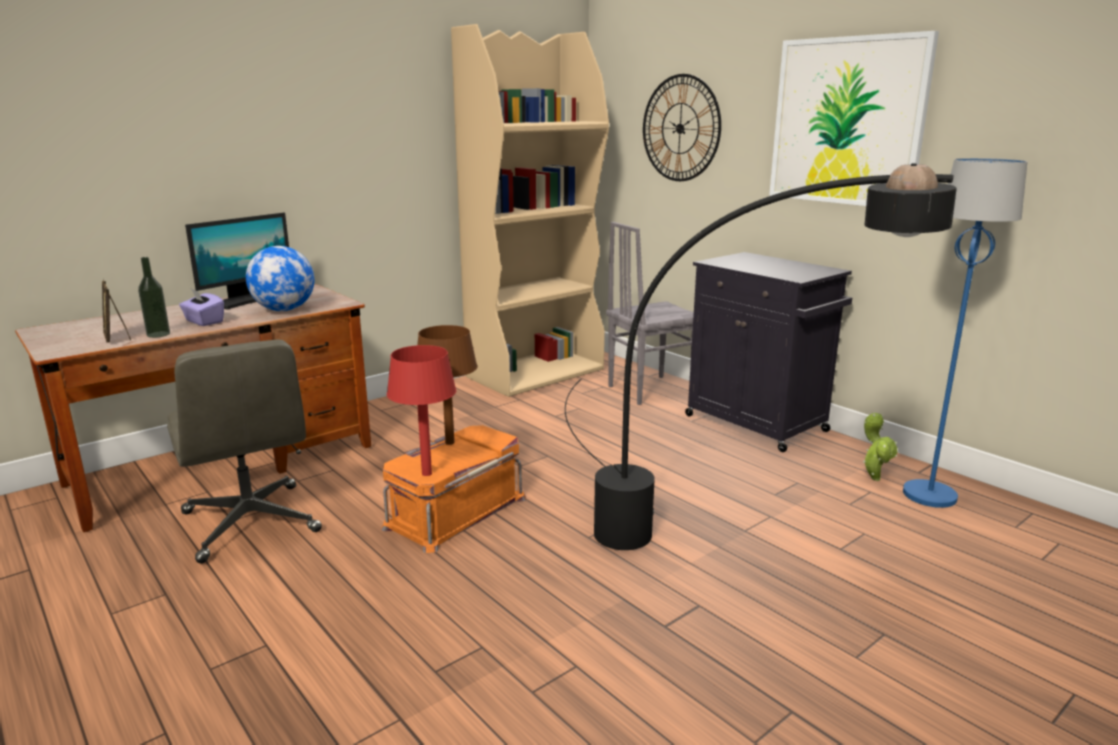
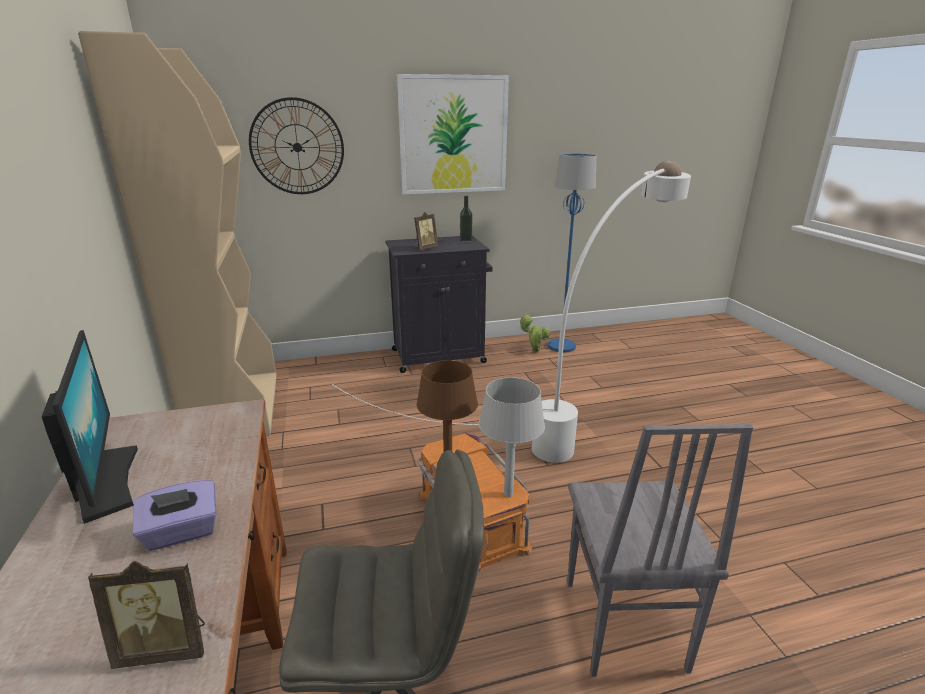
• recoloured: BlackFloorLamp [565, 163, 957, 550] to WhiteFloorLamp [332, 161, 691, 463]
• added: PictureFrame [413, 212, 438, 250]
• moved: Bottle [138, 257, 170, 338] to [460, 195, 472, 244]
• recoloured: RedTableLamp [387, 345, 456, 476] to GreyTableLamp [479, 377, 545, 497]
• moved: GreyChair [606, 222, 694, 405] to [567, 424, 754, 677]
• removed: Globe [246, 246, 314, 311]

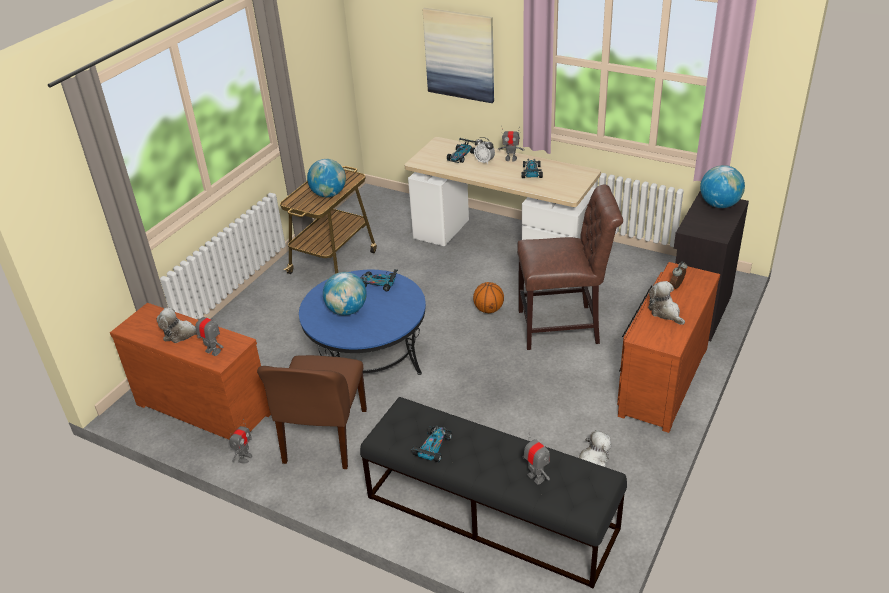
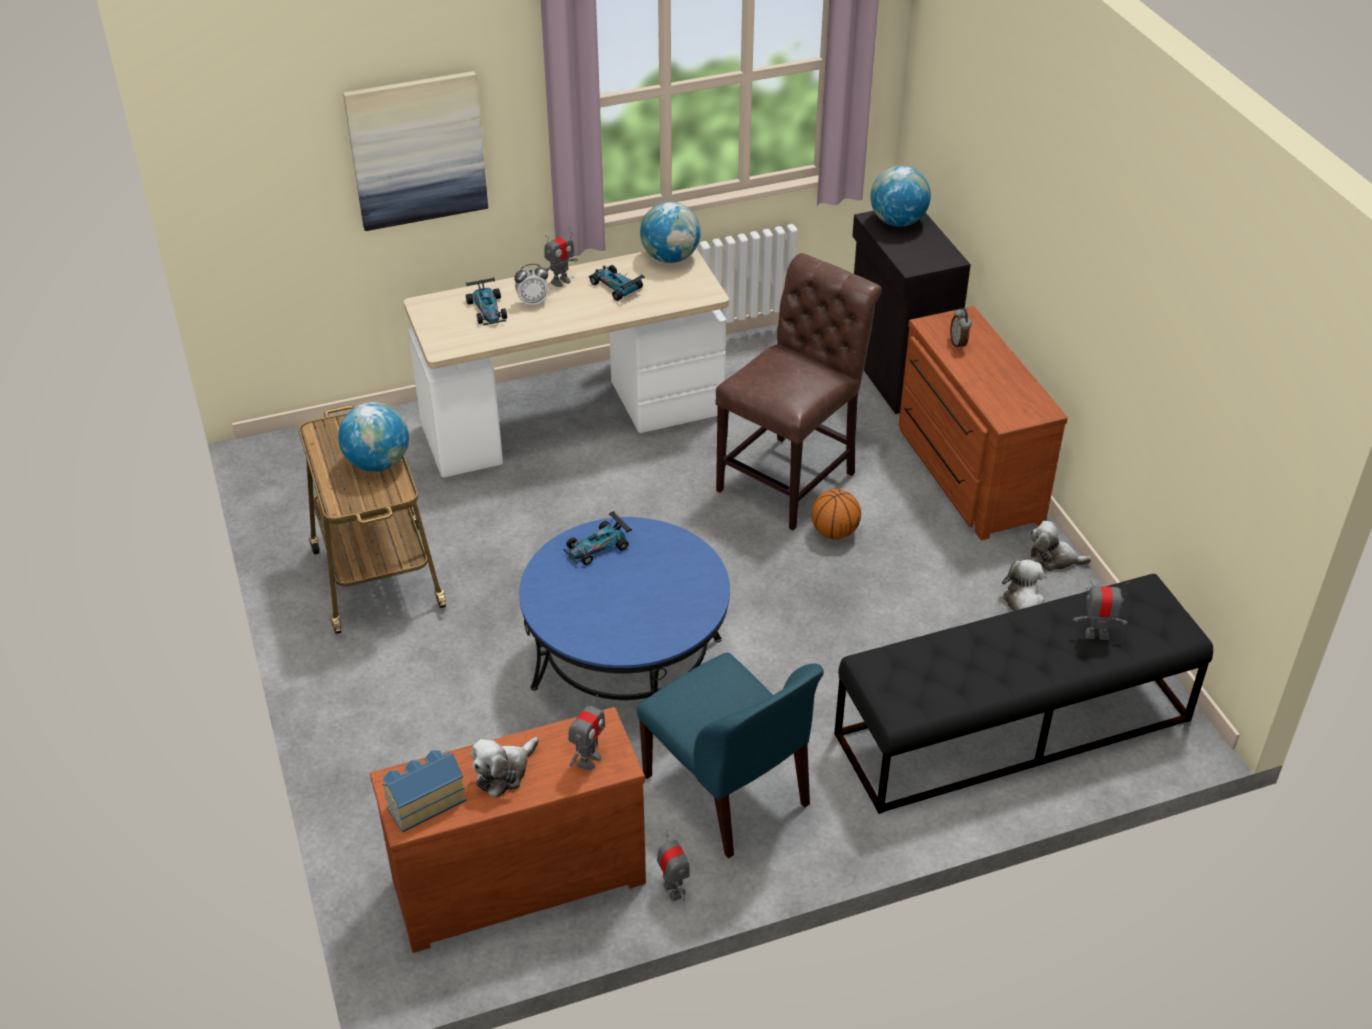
• added: ToyHouse [382, 750, 466, 832]
• turned: ToyRobot [195, 312, 223, 356] = [568, 694, 605, 770] 135 degrees clockwise
• recoloured: BrownChair [257, 355, 367, 469] to BlueChair [637, 653, 824, 858]
• moved: Globe [323, 272, 367, 315] to [640, 202, 701, 263]
• moved: Basketball [473, 282, 504, 313] to [811, 489, 861, 540]
• moved: PlushToy [648, 281, 685, 325] to [1030, 521, 1091, 571]
• removed: ToyCar [411, 425, 452, 462]

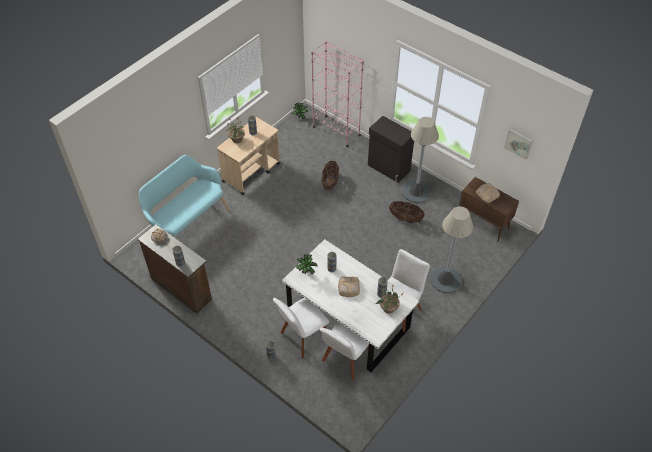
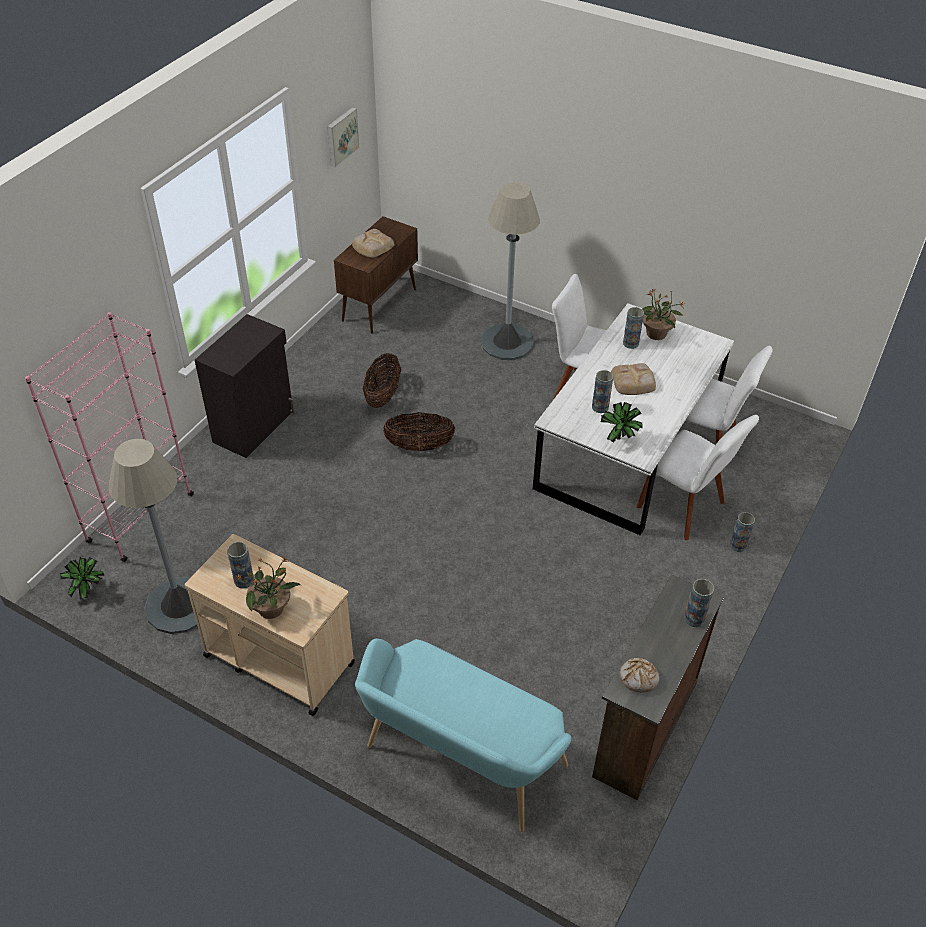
• moved: GreyFloorLamp [402, 117, 439, 203] to [109, 439, 198, 634]
• moved: Basket [322, 161, 339, 190] to [383, 412, 455, 451]

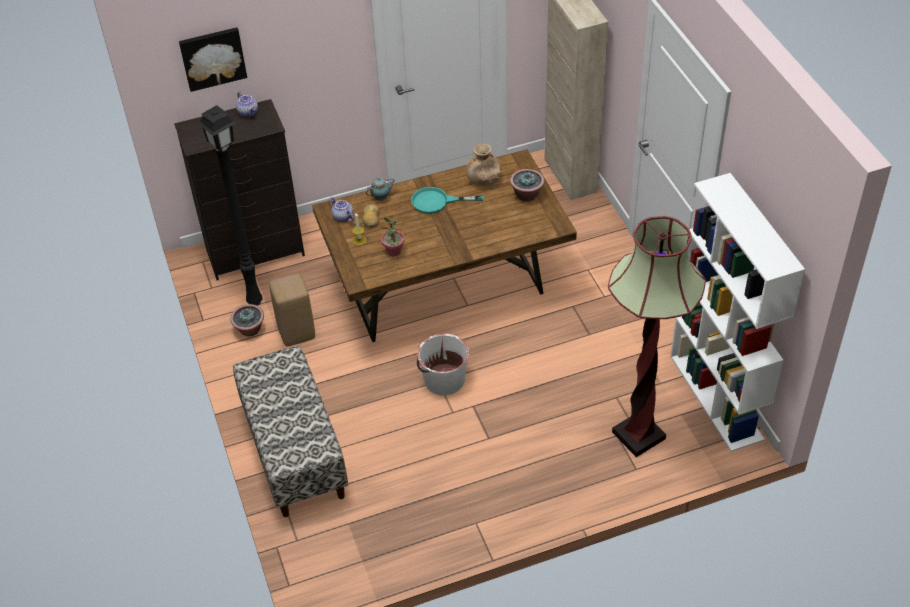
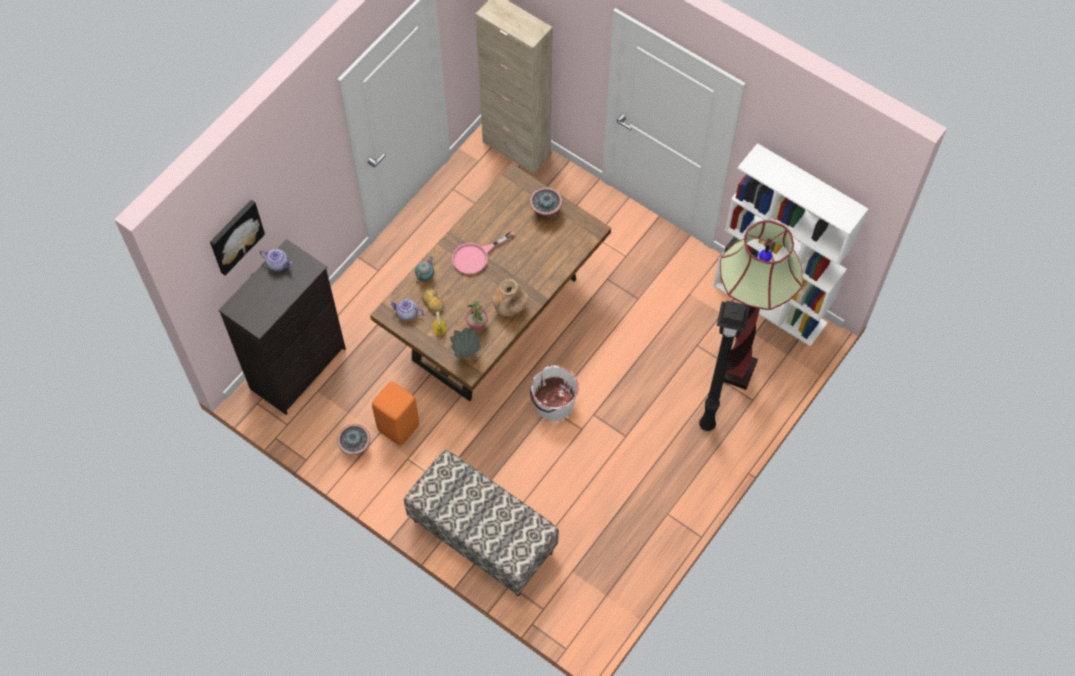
• recoloured: BeigeStool [269, 274, 315, 346] to OrangeStool [372, 382, 419, 445]
• added: GreyVase [450, 328, 481, 358]
• recoloured: TurquoiseFryingPan [411, 187, 484, 214] to PinkFryingPan [452, 231, 515, 274]
• moved: BrownVase [466, 144, 501, 187] to [491, 279, 529, 316]
• moved: BlackFloorLamp [197, 105, 263, 305] to [699, 301, 750, 431]

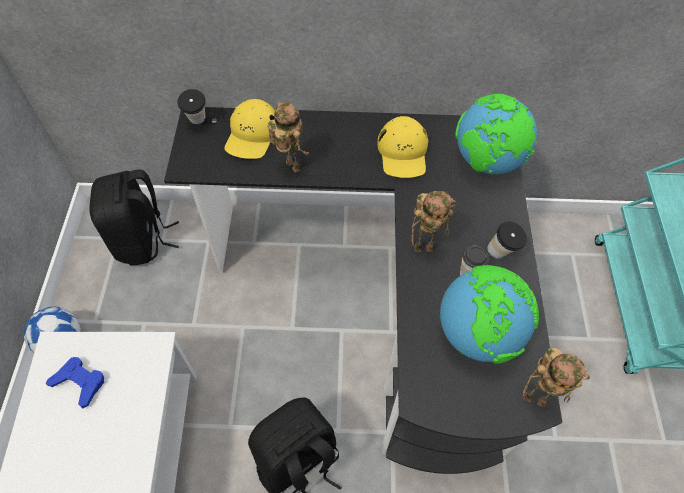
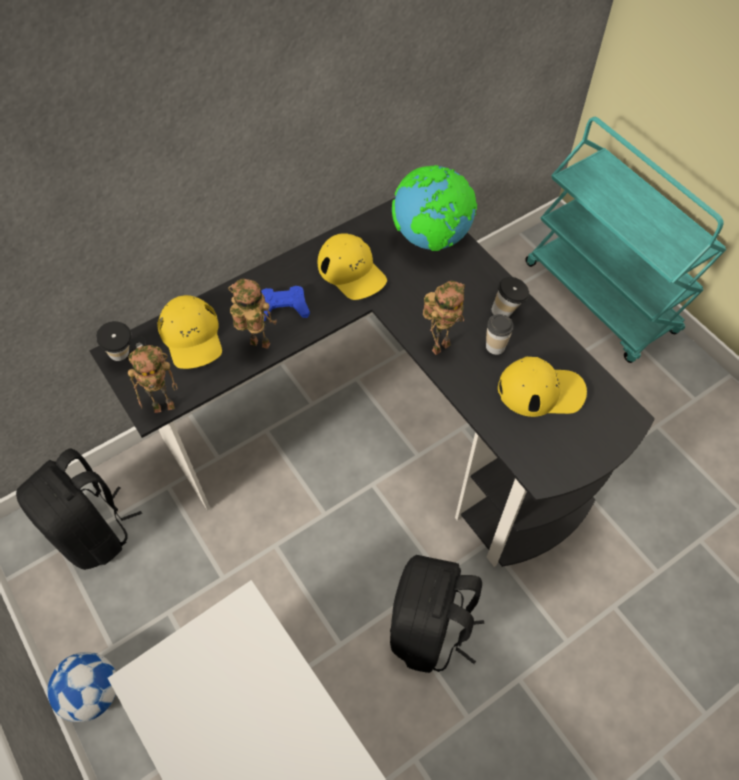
• moved: ToyRobot [523, 348, 590, 407] to [128, 345, 178, 413]
• moved: BlueGameController [46, 357, 104, 408] to [261, 286, 310, 321]
• replaced: Globe [440, 265, 539, 364] to YellowCap [498, 357, 587, 417]

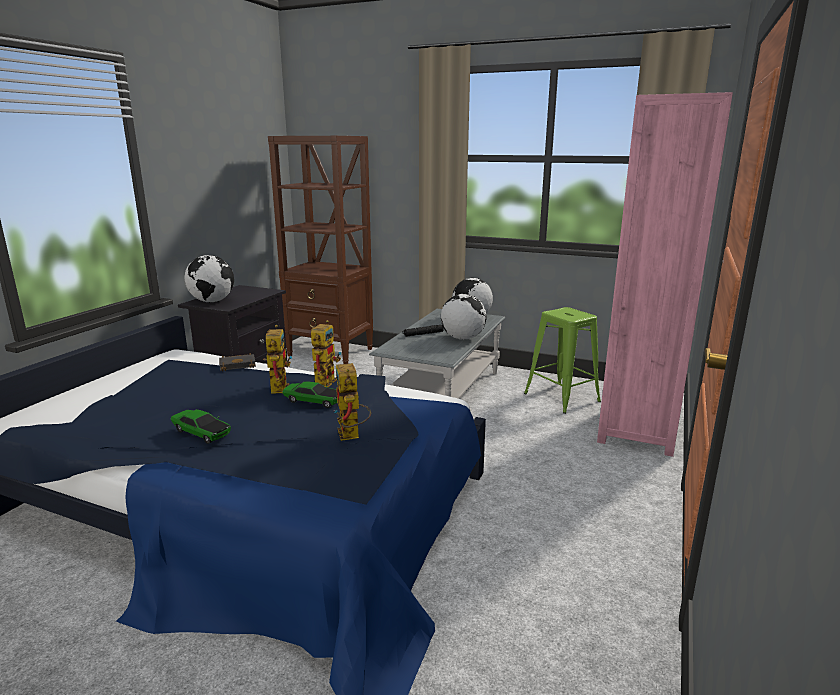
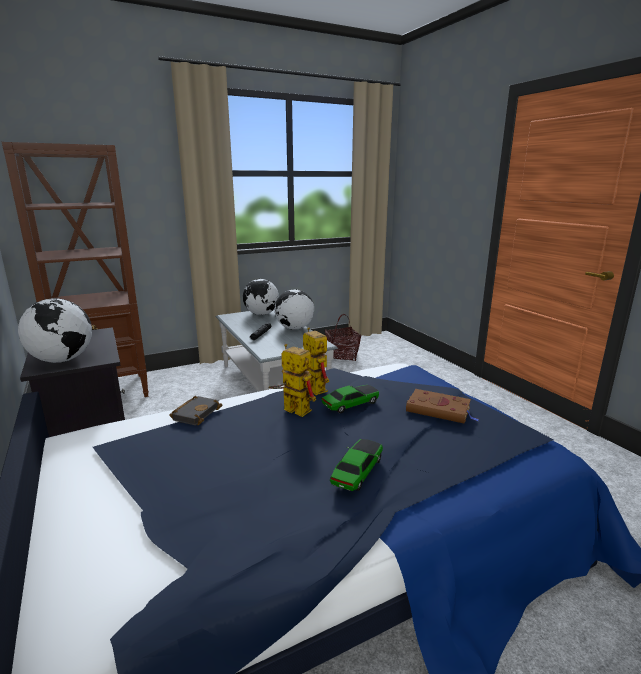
• replaced: GreenStool [524, 307, 601, 414] to Basket [325, 314, 361, 361]
• turned: ToyCar [171, 409, 231, 444] = [330, 439, 383, 491] 45 degrees counterclockwise
• replaced: ToyRobot [334, 363, 371, 441] to BrownBook [406, 389, 478, 423]
• removed: PinkBookcase [597, 92, 733, 457]

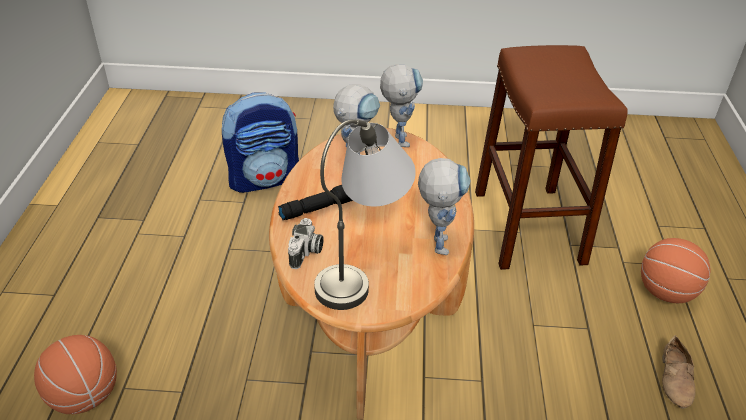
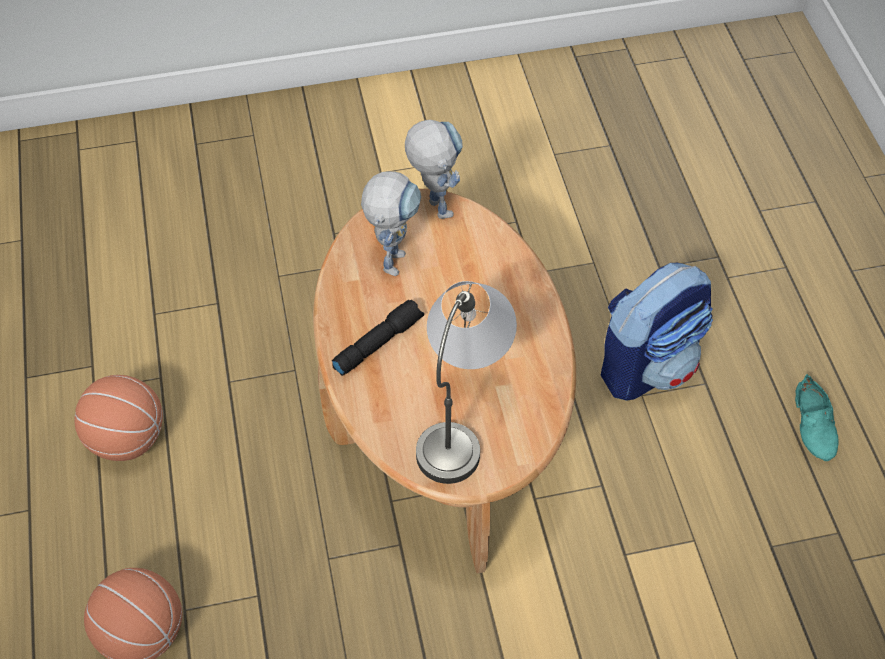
• moved: Basketball [641, 238, 711, 303] to [74, 375, 163, 461]
• moved: Backpack [221, 92, 299, 193] to [601, 263, 713, 401]
• recoloured: BeigeShoe [662, 335, 696, 409] to TurquoiseShoe [795, 374, 839, 461]
• removed: PhotoCamera [288, 218, 324, 269]
• removed: ToyRobot [418, 158, 471, 255]
• removed: BrownStool [475, 45, 628, 270]

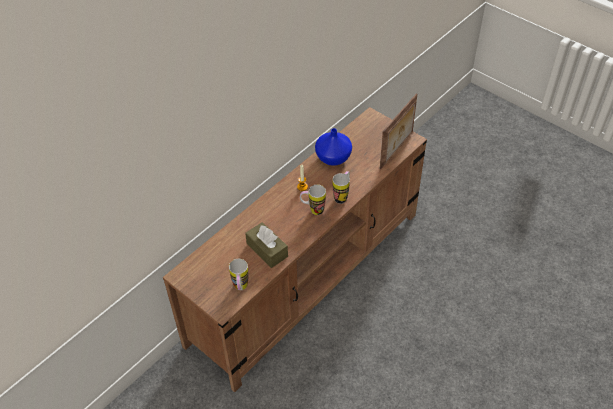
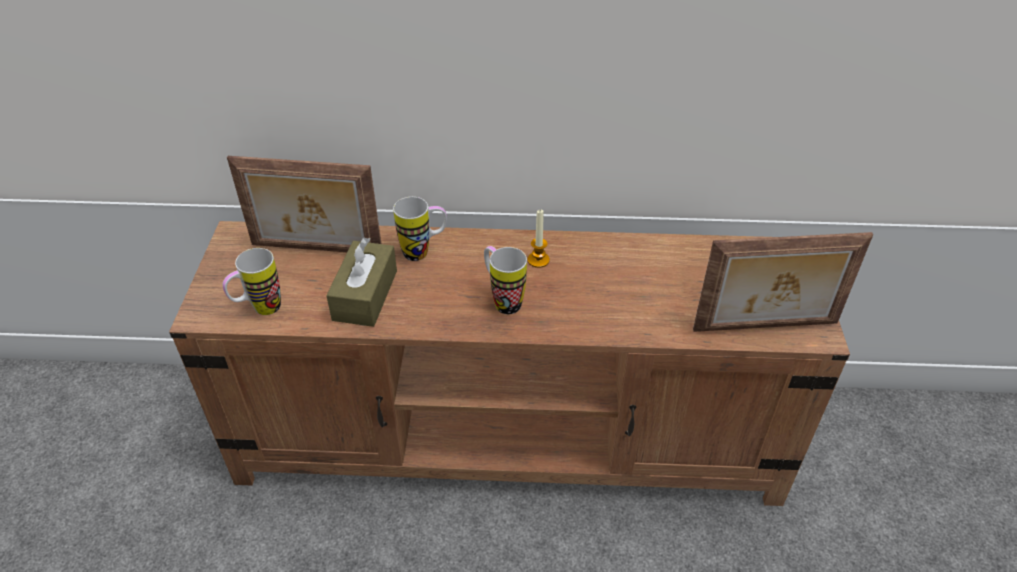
• added: PictureFrame [227, 156, 381, 252]
• moved: Mug [333, 171, 350, 204] to [393, 197, 447, 261]
• removed: BlueVase [315, 128, 352, 166]

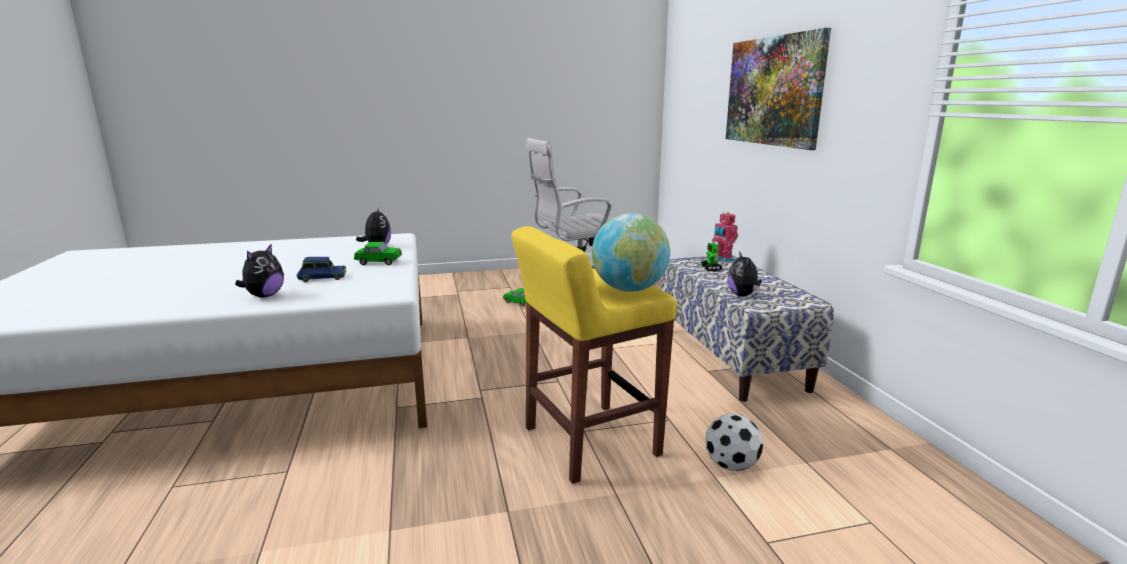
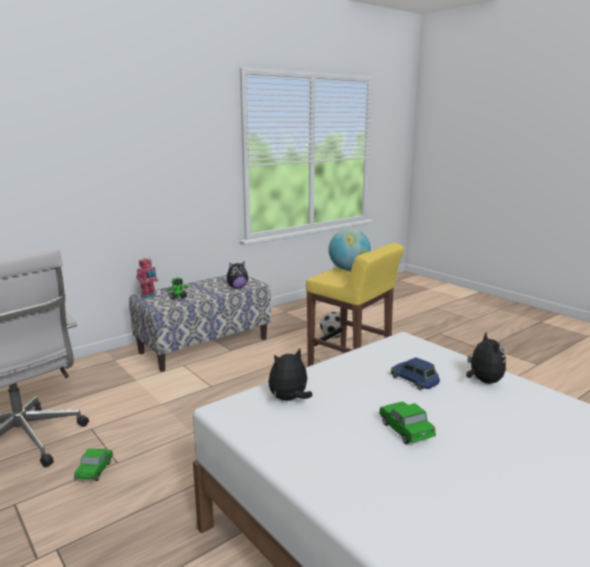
• moved: ToyCar [354, 242, 402, 265] to [379, 402, 436, 444]
• turned: PlushToy [235, 244, 284, 298] = [466, 332, 506, 384] 90 degrees clockwise
• removed: Picture [726, 28, 831, 150]

